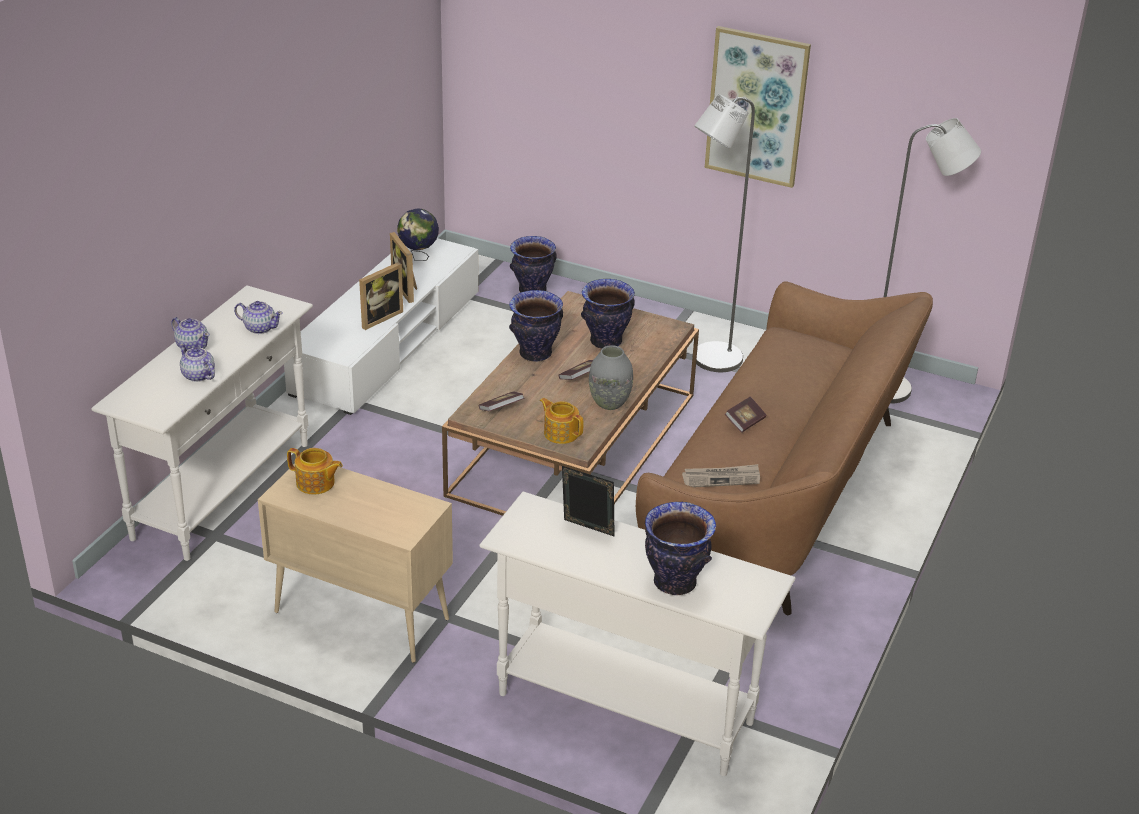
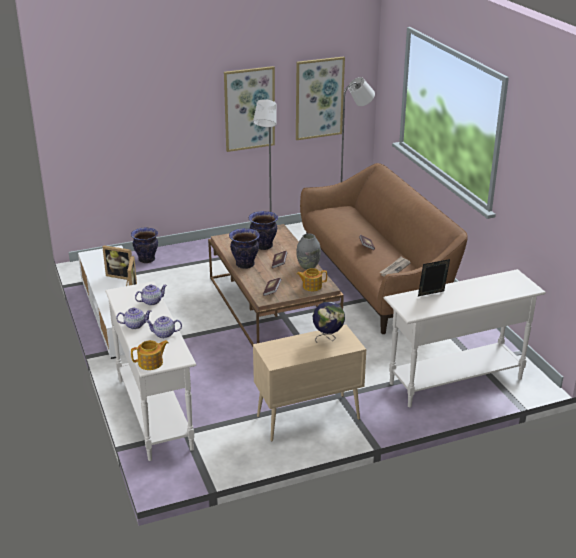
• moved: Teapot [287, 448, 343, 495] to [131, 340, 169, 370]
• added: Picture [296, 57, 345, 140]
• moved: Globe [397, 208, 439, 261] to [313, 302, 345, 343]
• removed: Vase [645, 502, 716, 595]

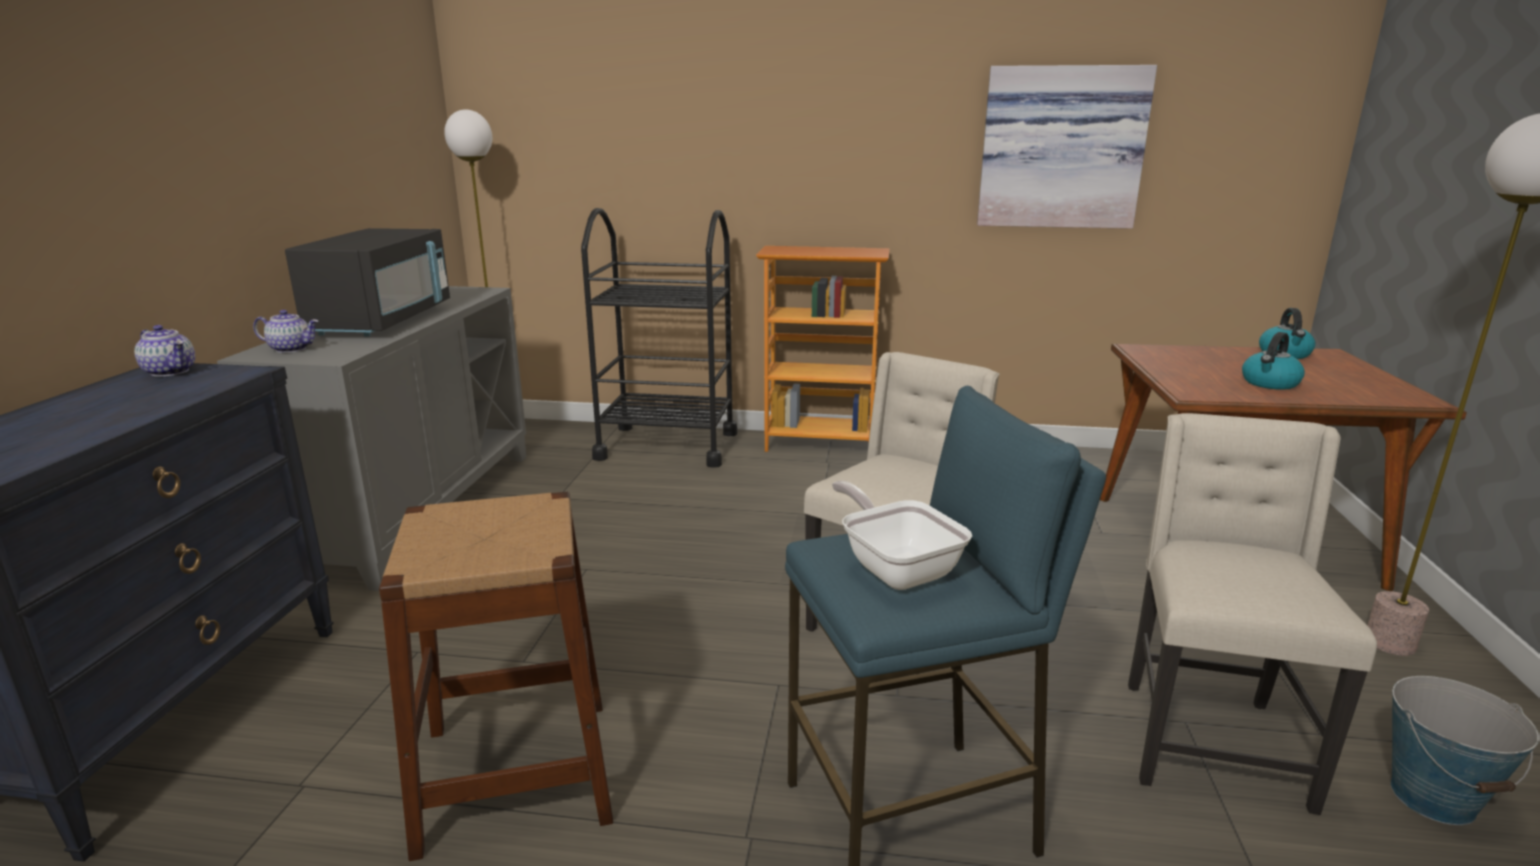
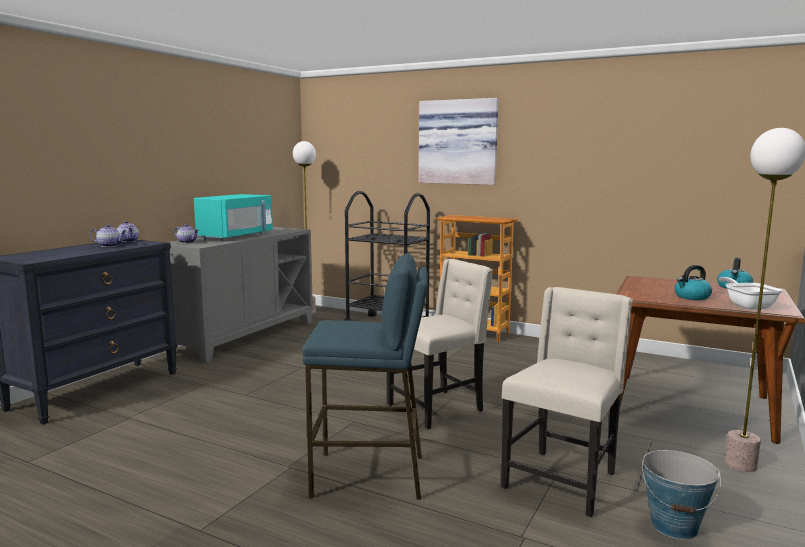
• added: Teapot [89, 224, 127, 247]
• recoloured: BlackMicrowave [285, 228, 450, 337] to TurquoiseMicrowave [194, 194, 273, 241]
• moved: Picture [977, 65, 1157, 229] to [419, 98, 499, 185]
• moved: FryingPan [832, 481, 972, 590] to [719, 277, 783, 309]
• removed: BrownStool [379, 492, 613, 861]

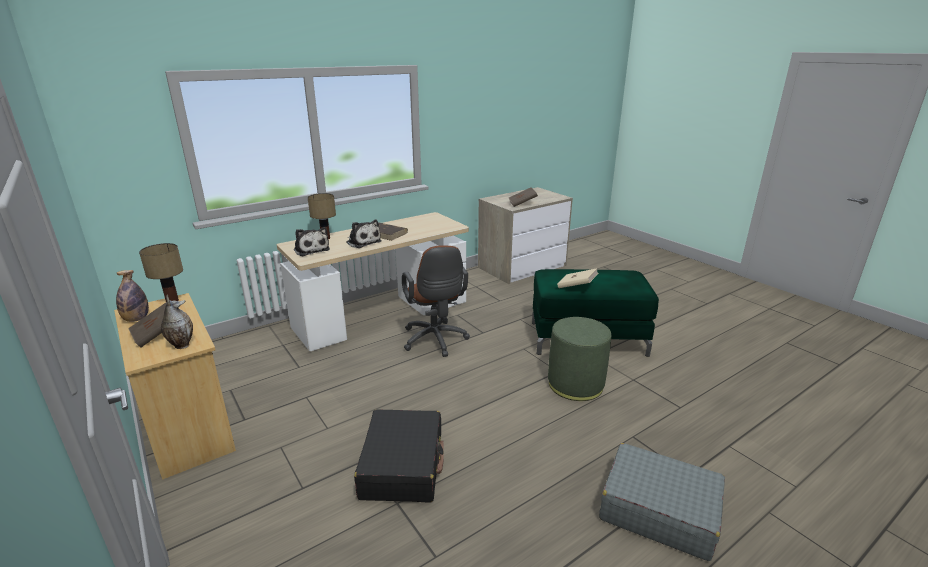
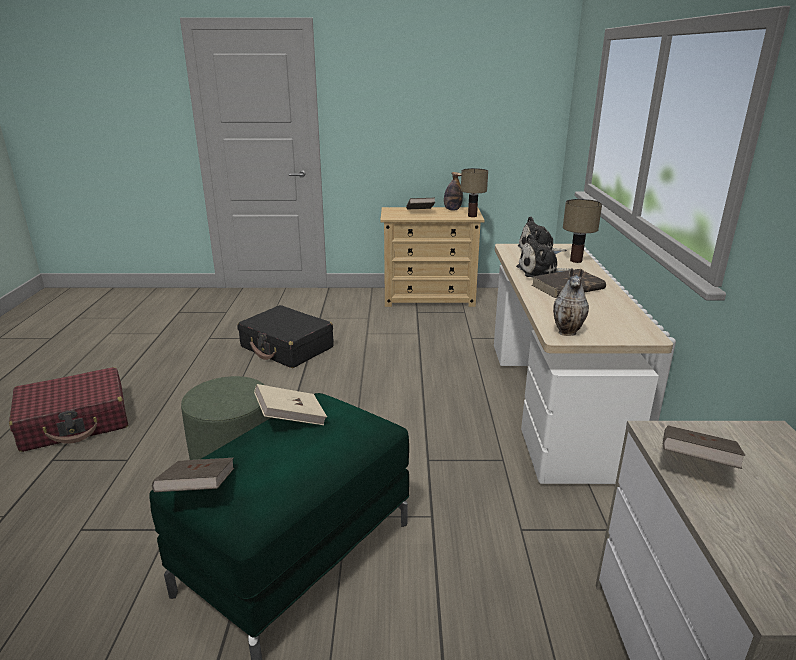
• recoloured: GreySuitcase [599, 443, 725, 561] to RedSuitcase [9, 367, 128, 452]
• added: BrownBook [152, 458, 234, 492]
• moved: Vase [161, 294, 193, 349] to [553, 268, 589, 336]
• removed: BrownOfficeChair [402, 245, 470, 357]

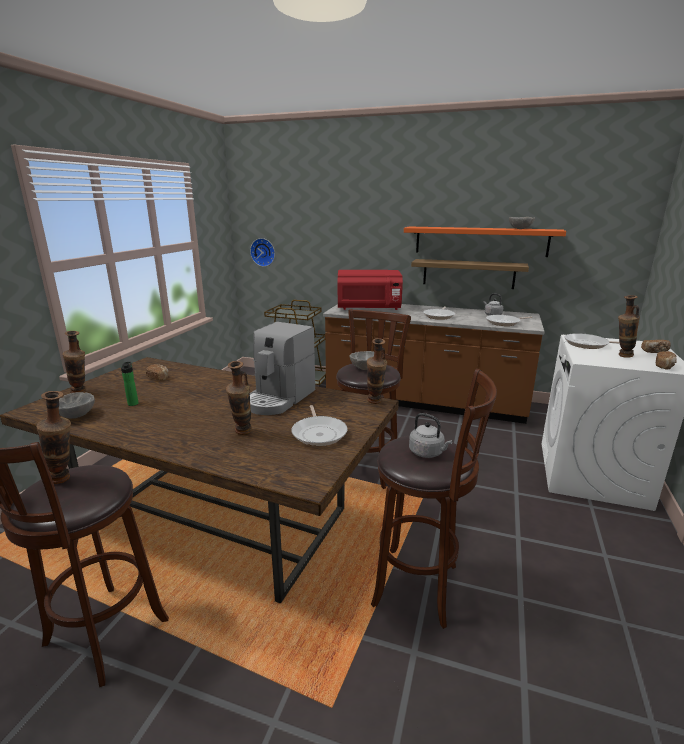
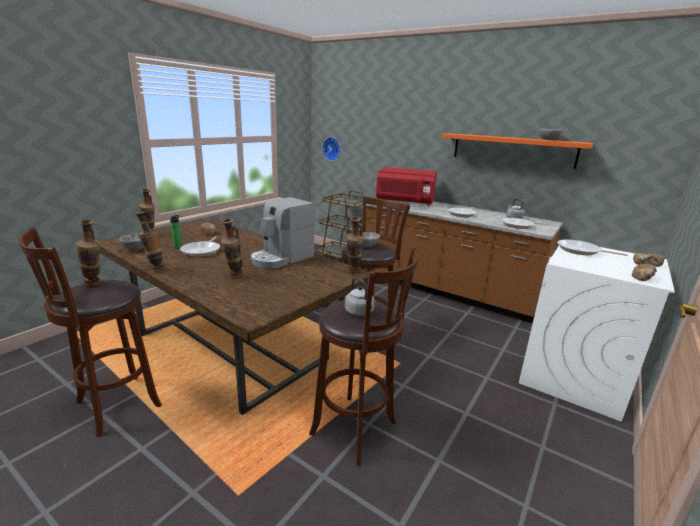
• moved: Vase [618, 295, 640, 358] to [134, 211, 166, 272]
• moved: FryingPan [292, 405, 348, 446] to [180, 236, 220, 257]
• removed: Shelf [411, 259, 529, 289]

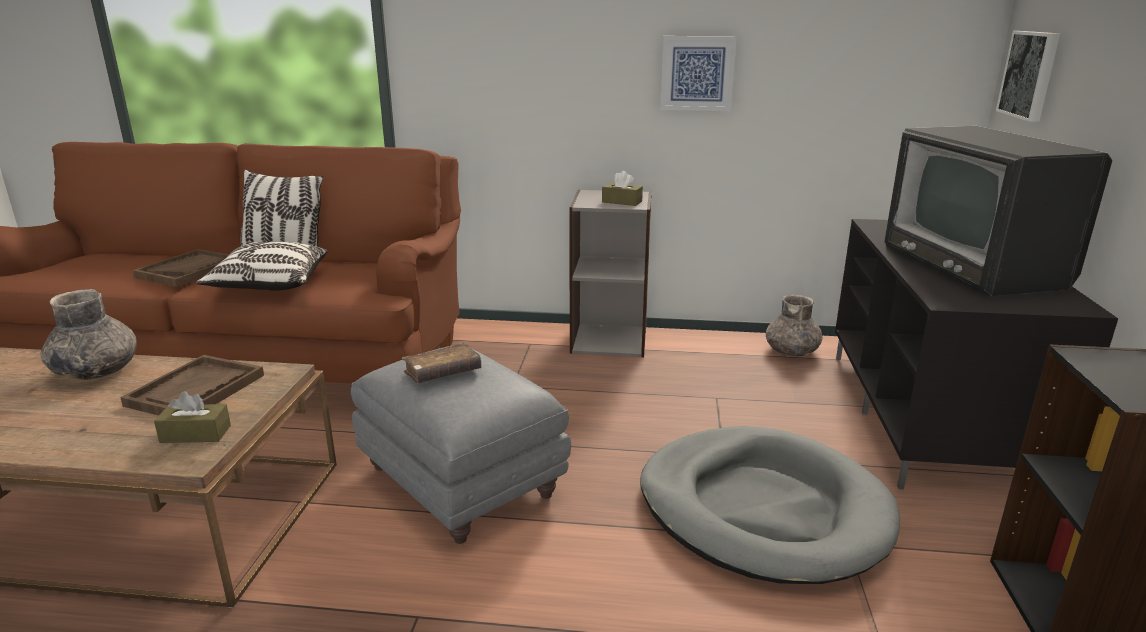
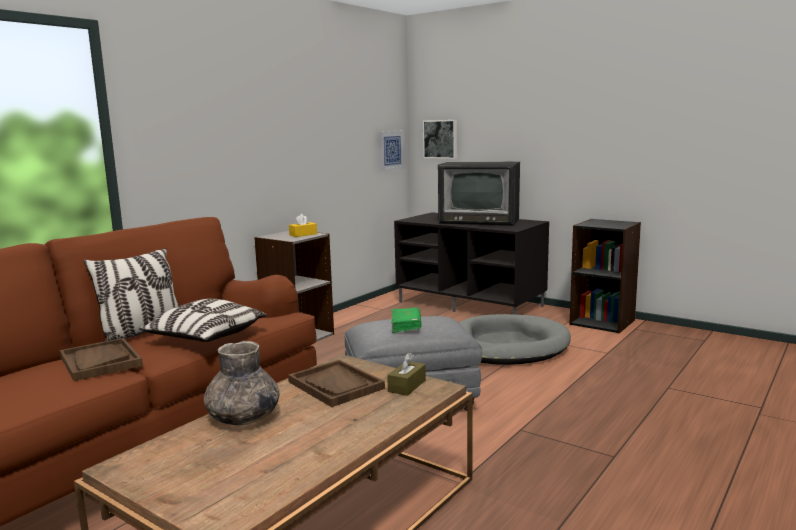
• recoloured: BrownTissueBox [602, 171, 643, 206] to YellowTissueBox [289, 214, 317, 237]
• moved: Picture [660, 36, 737, 111] to [379, 131, 405, 171]
• recoloured: BrownBook [401, 342, 482, 383] to GreenBook [391, 308, 422, 333]
• removed: GreyVase [766, 295, 822, 357]

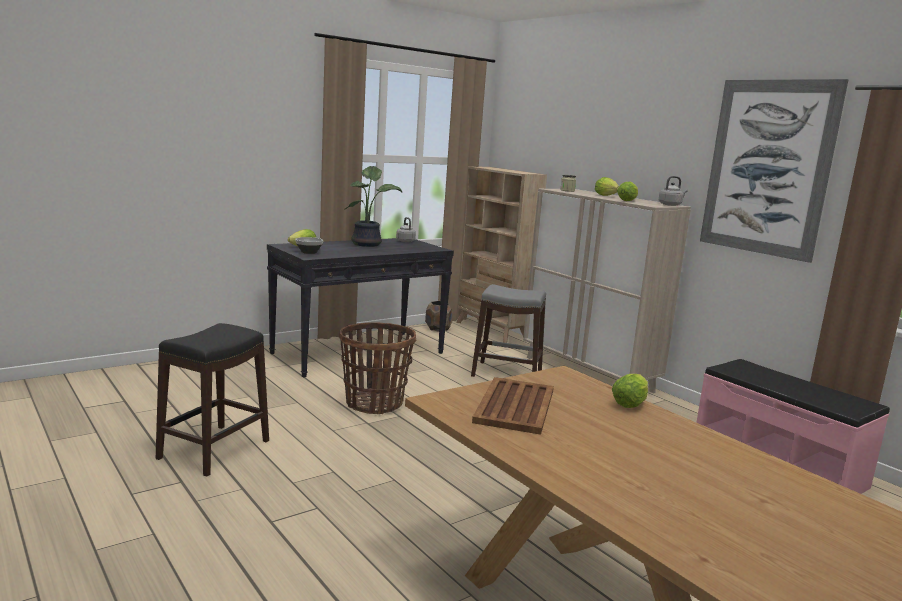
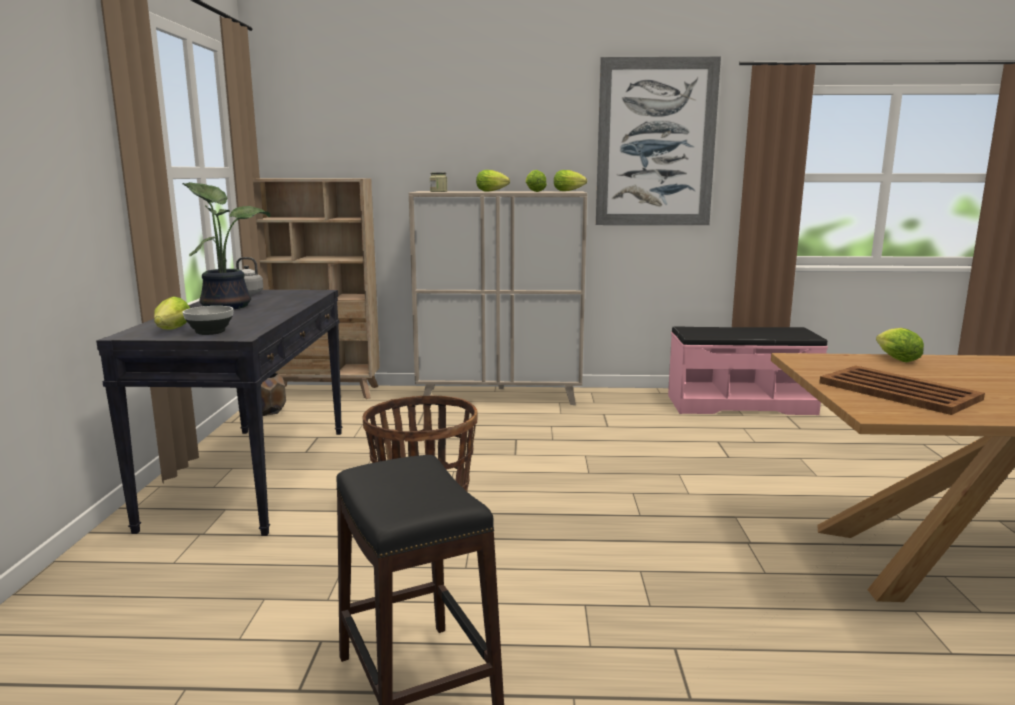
• replaced: GreyKettle [659, 176, 688, 206] to Lettuce [554, 170, 587, 191]
• removed: GreyStool [471, 284, 546, 377]

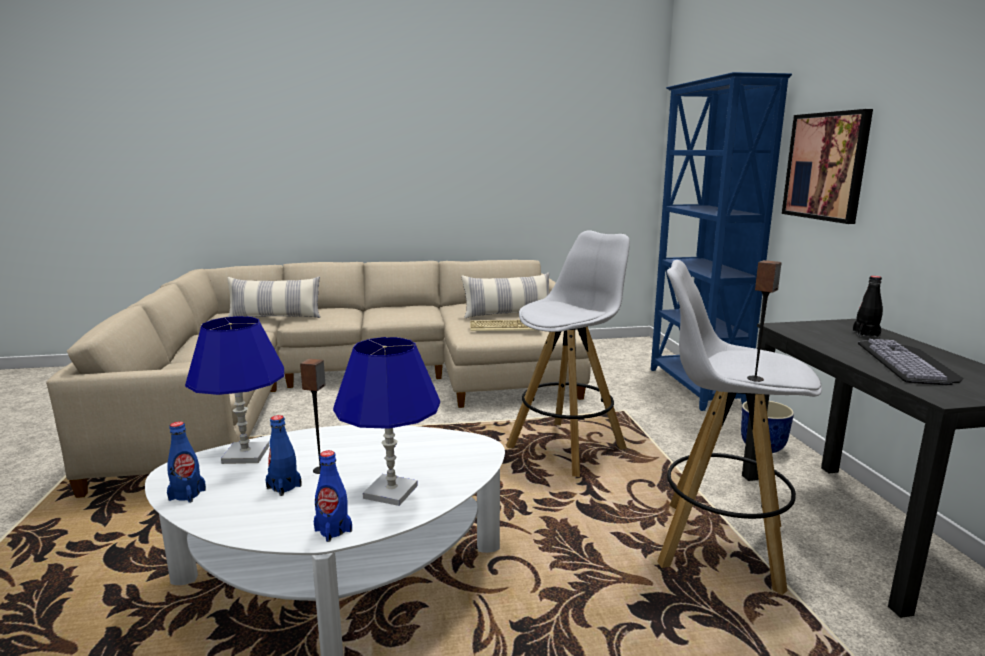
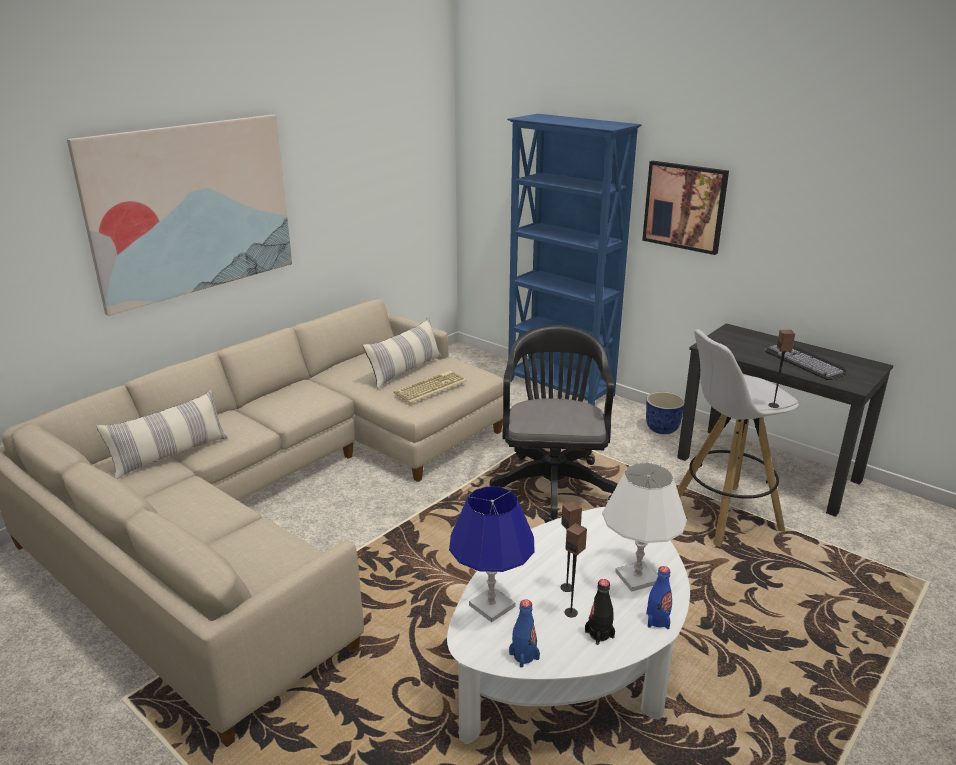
• added: Picture [67, 115, 292, 316]
• replaced: WhiteStool [506, 230, 630, 477] to BlackOfficeChair [489, 325, 618, 523]
• replaced: BlueBottle [266, 415, 302, 496] to Speaker [564, 523, 587, 617]
• moved: BlackBottle [853, 276, 883, 338] to [585, 579, 615, 645]
• recoloured: BlueTableLamp [333, 337, 440, 506] to WhiteTableLamp [602, 463, 687, 592]

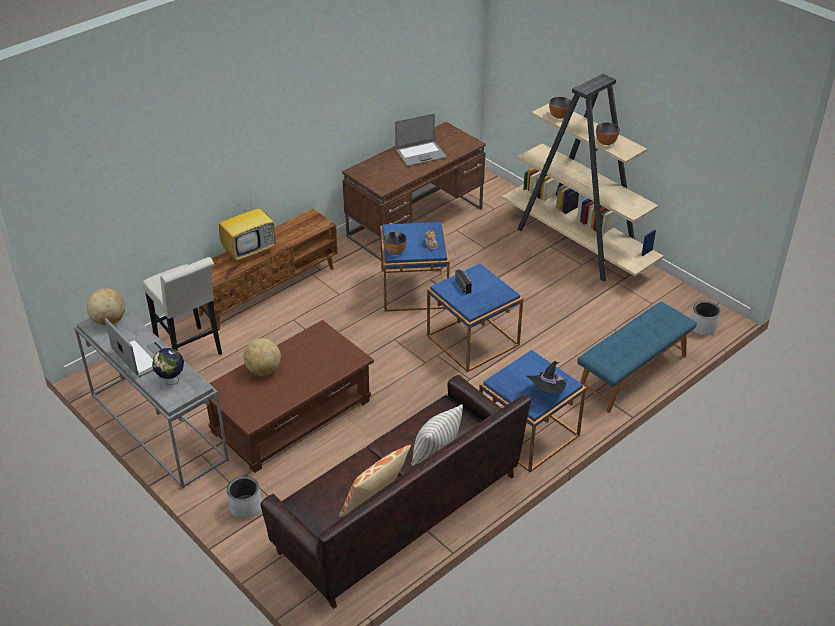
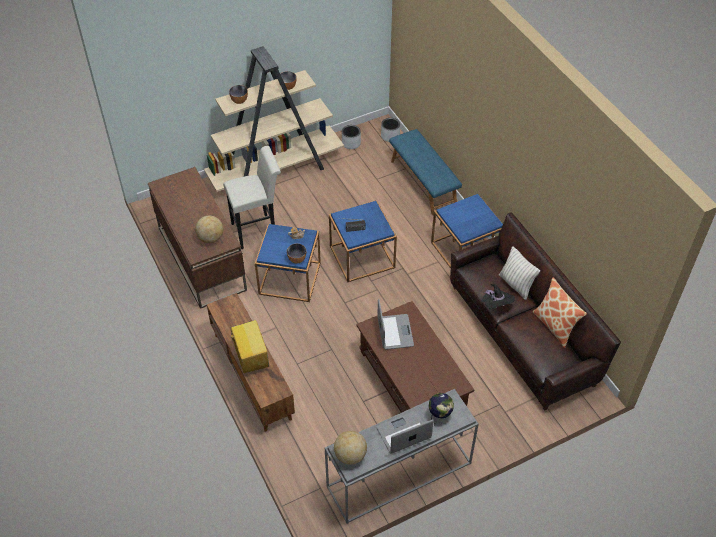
• moved: Globe [243, 338, 281, 376] to [195, 216, 223, 243]
• moved: WhiteStool [143, 257, 222, 355] to [223, 146, 281, 249]
• moved: GreyPlanter [227, 476, 262, 519] to [342, 125, 361, 149]
• moved: Laptop [395, 113, 447, 166] to [377, 299, 414, 350]
• moved: BlackHat [526, 361, 568, 393] to [482, 284, 515, 309]

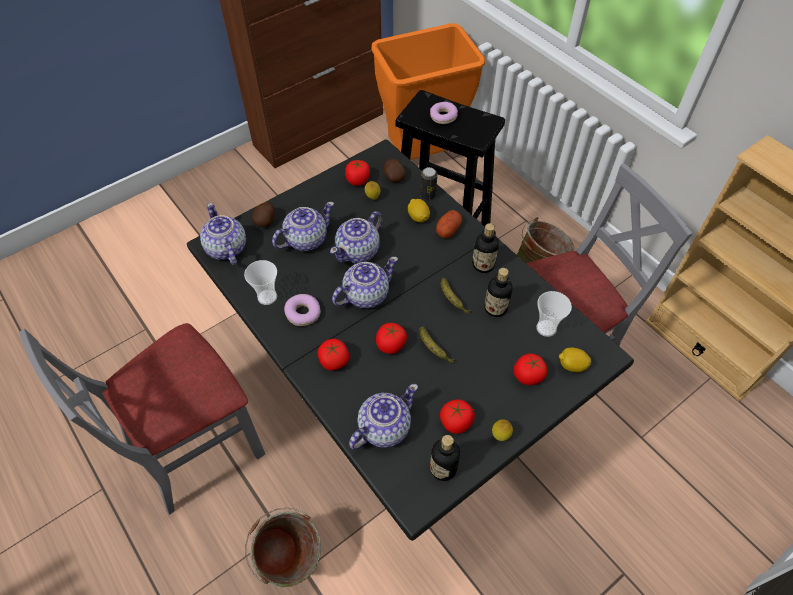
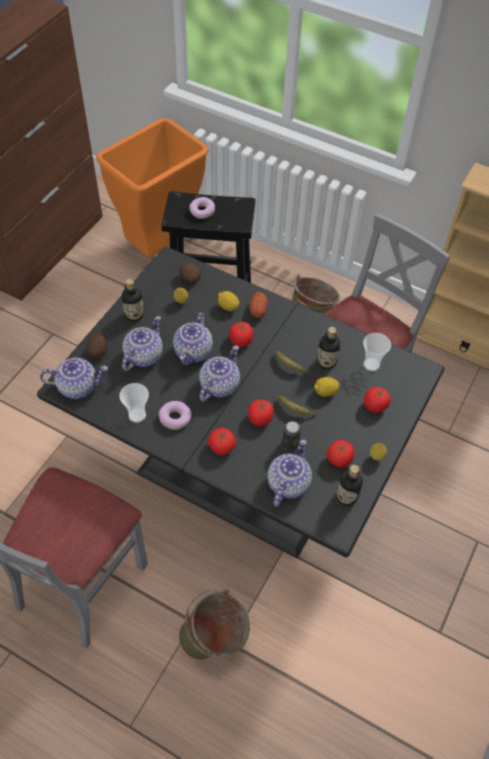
• turned: Teapot [200, 203, 246, 265] = [40, 358, 108, 399] 135 degrees clockwise
• moved: Bottle [472, 223, 499, 273] to [122, 279, 144, 322]
• moved: Tomato [345, 160, 370, 186] to [229, 322, 254, 347]
• moved: Can [420, 167, 437, 200] to [282, 421, 301, 451]
• moved: Lemon [559, 347, 591, 372] to [314, 377, 340, 397]

